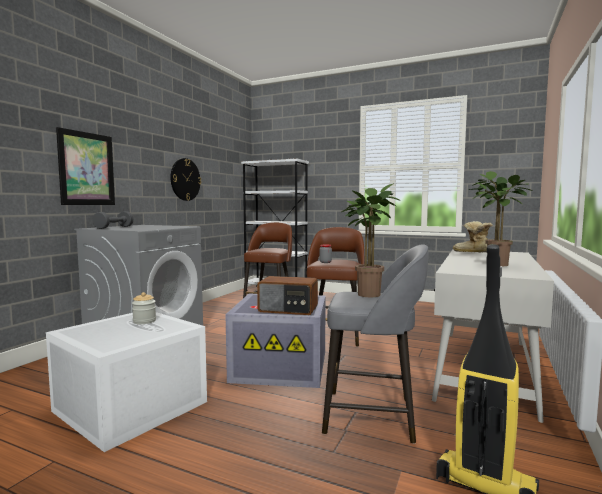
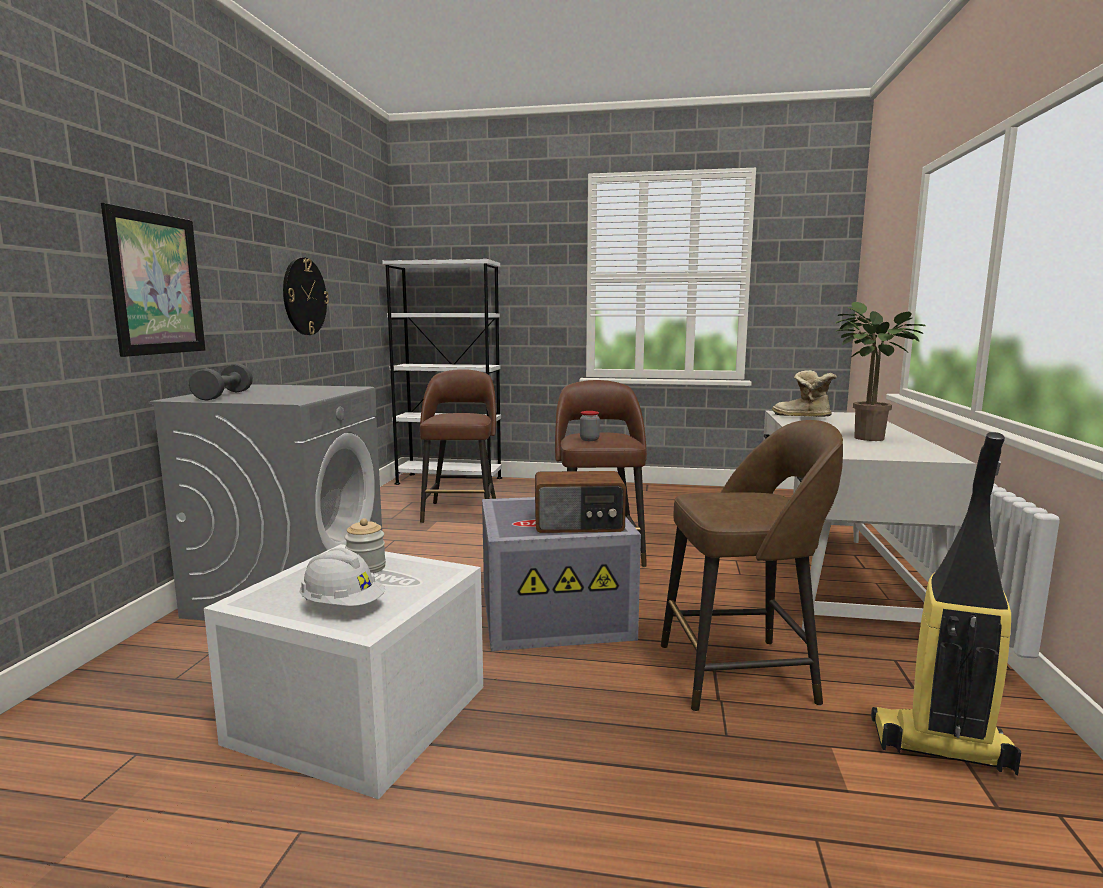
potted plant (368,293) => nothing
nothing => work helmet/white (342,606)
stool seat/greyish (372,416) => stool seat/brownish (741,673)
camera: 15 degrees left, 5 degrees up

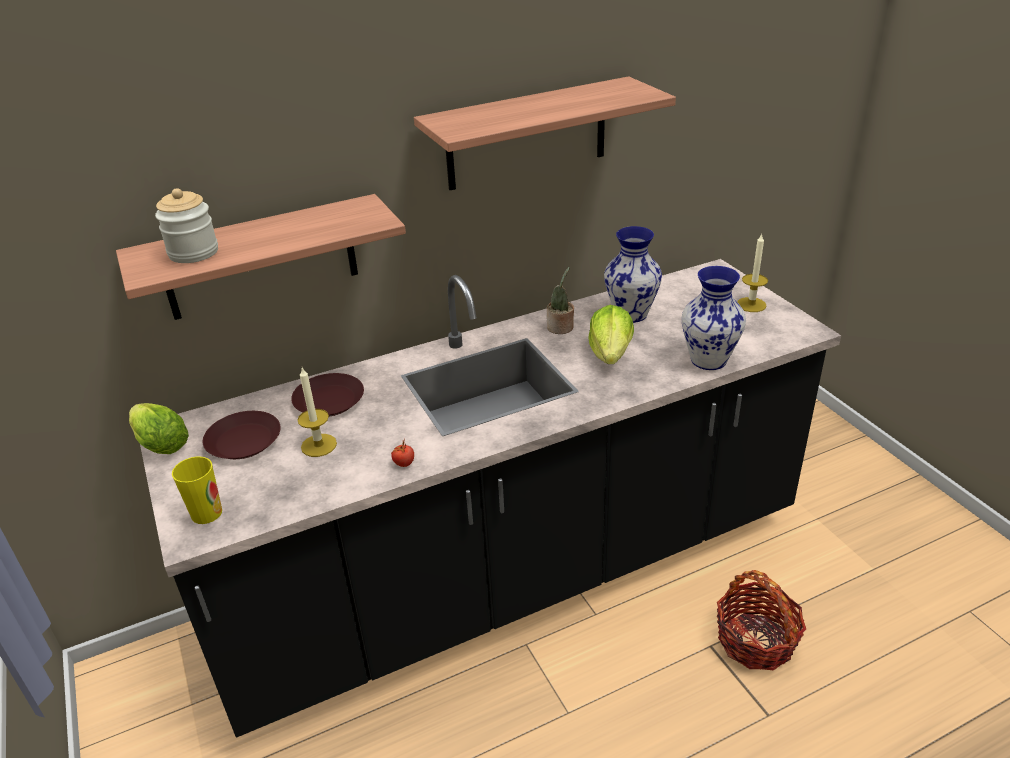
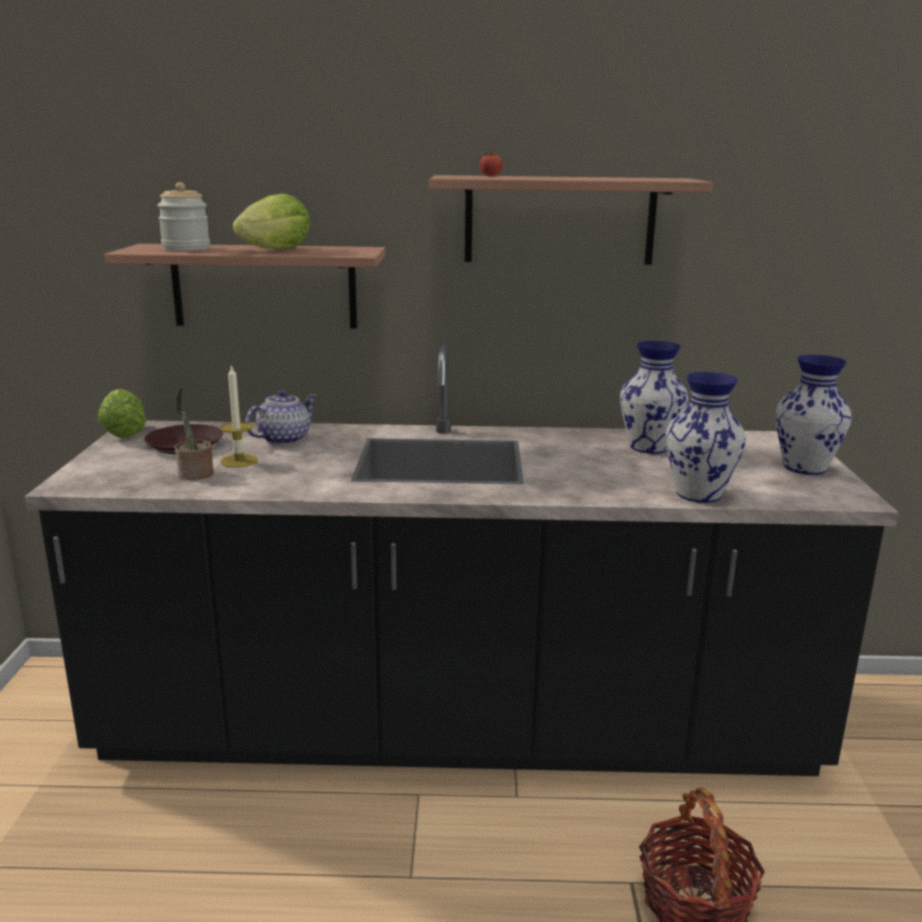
small cup (206,513) => nothing
tomato (404,463) => tomato (490,176), shifted
potted plant (561,328) => potted plant (195,475), shifted
lettuce (610,354) => lettuce (276,250), shifted
flat dish/brownish (328,401) => tea pot (284,439)
candle (751,304) => vase (803,468)
camera: 25 degrees right, 15 degrees down

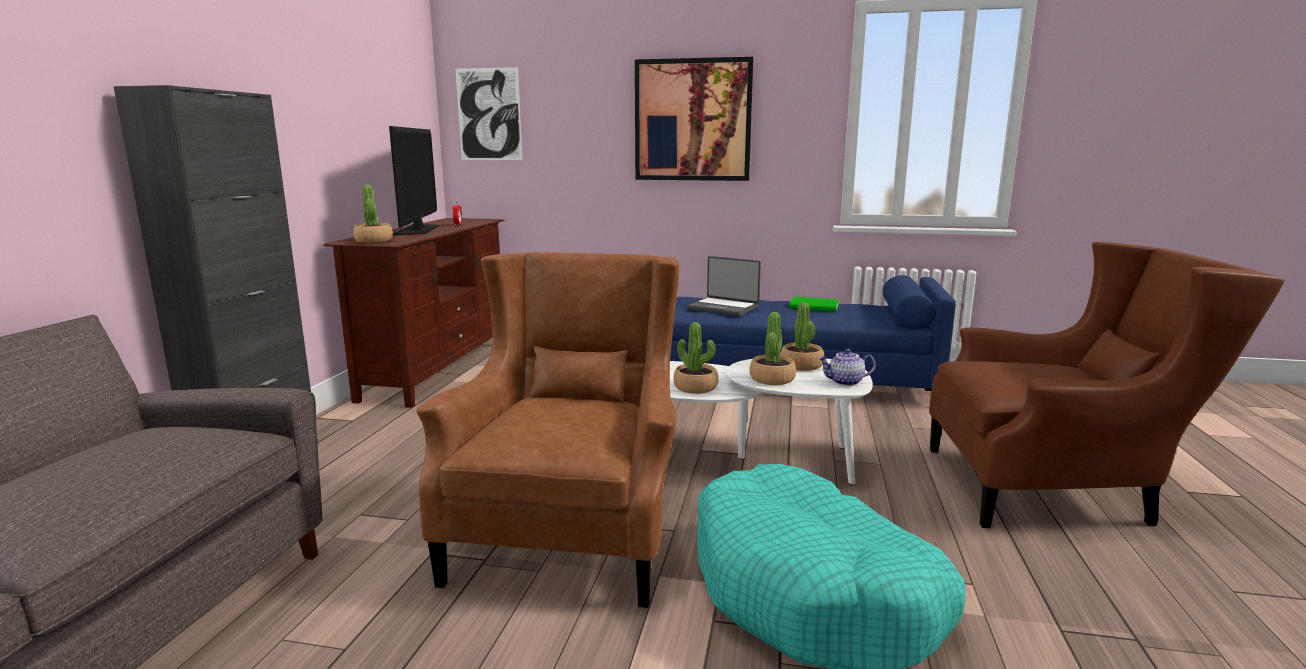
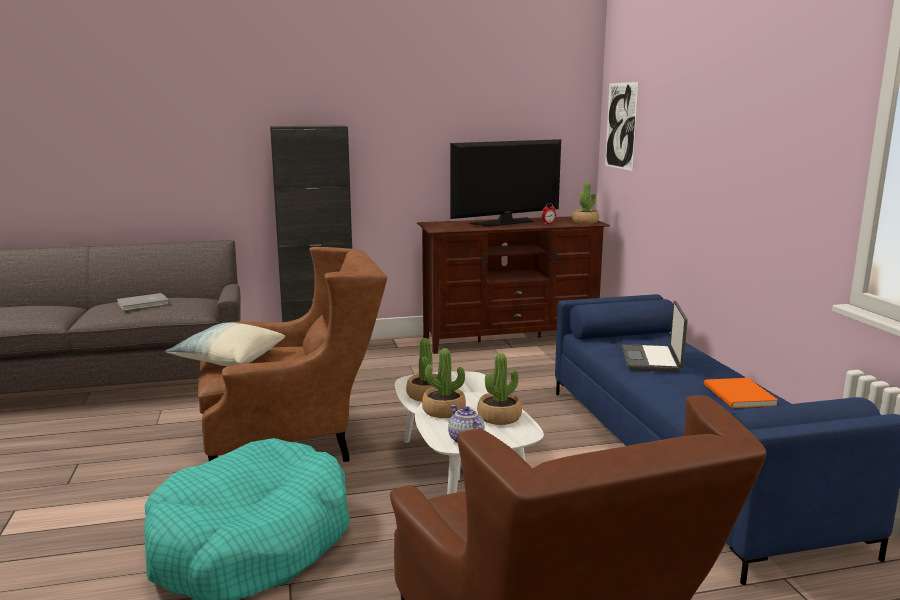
picture (692,120) => nothing
nothing => volume/greyish (144,304)
nothing => pillow (228,359)
potted plant (374,240) => potted plant (585,222), shifted
volume/green-coloured (815,306) => volume/orangey (738,396)
camera: 65 degrees right, 0 degrees up

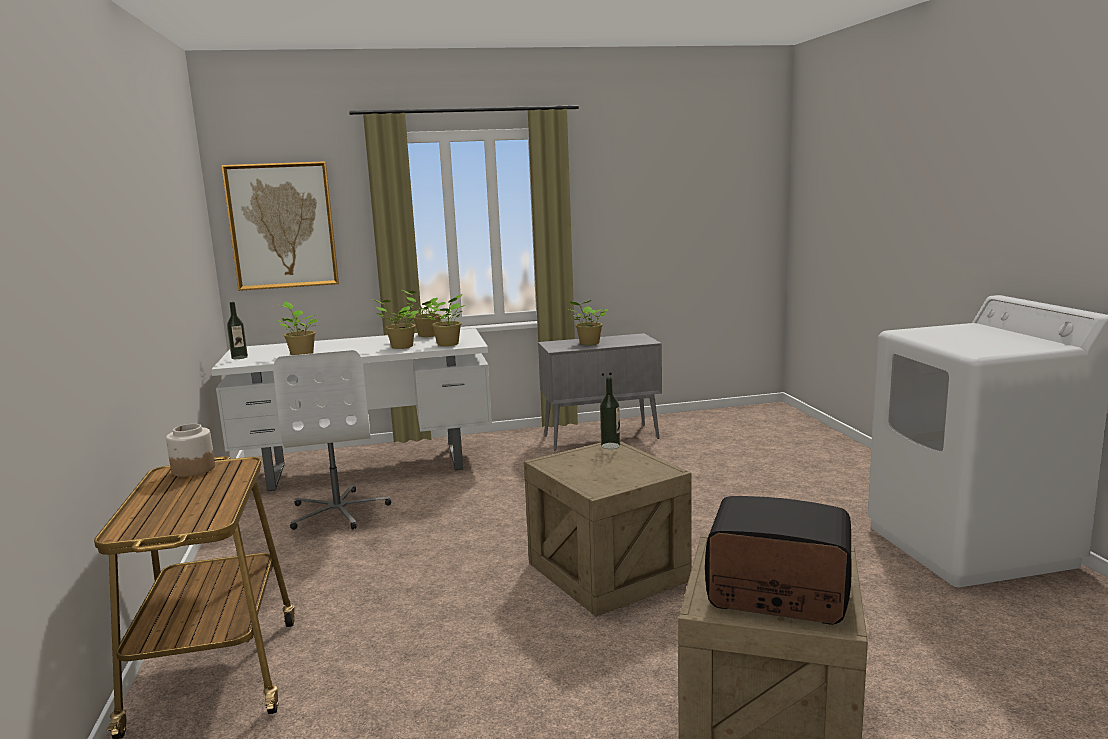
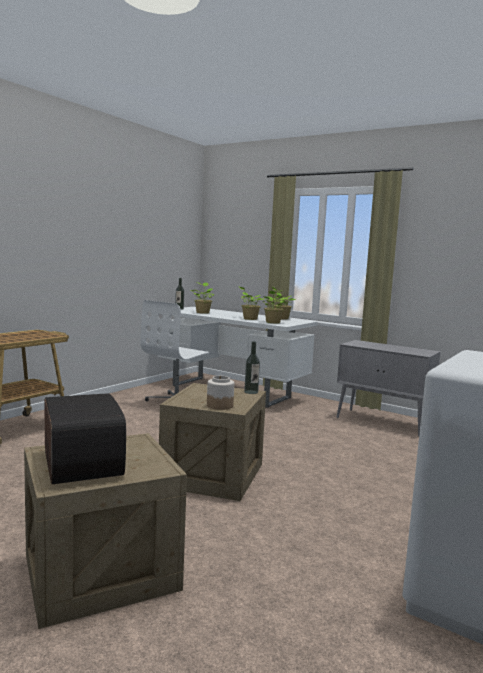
picture (282,226) => nothing
potted plant (588,343) => nothing
preserve jar (193,469) => preserve jar (219,405), shifted
camera: 45 degrees right, 5 degrees down

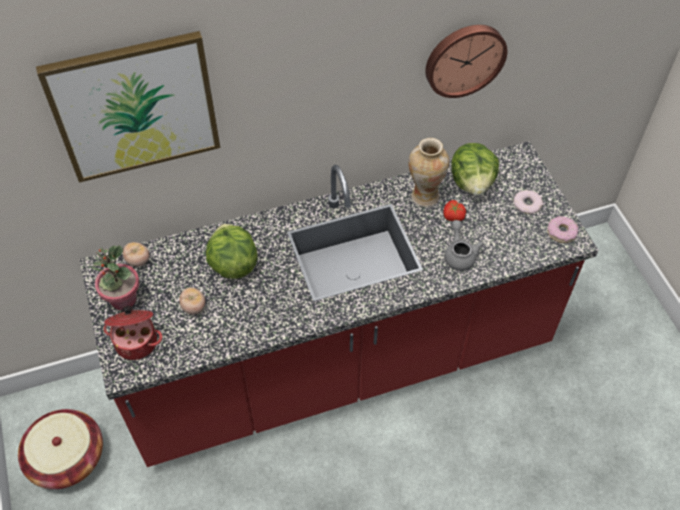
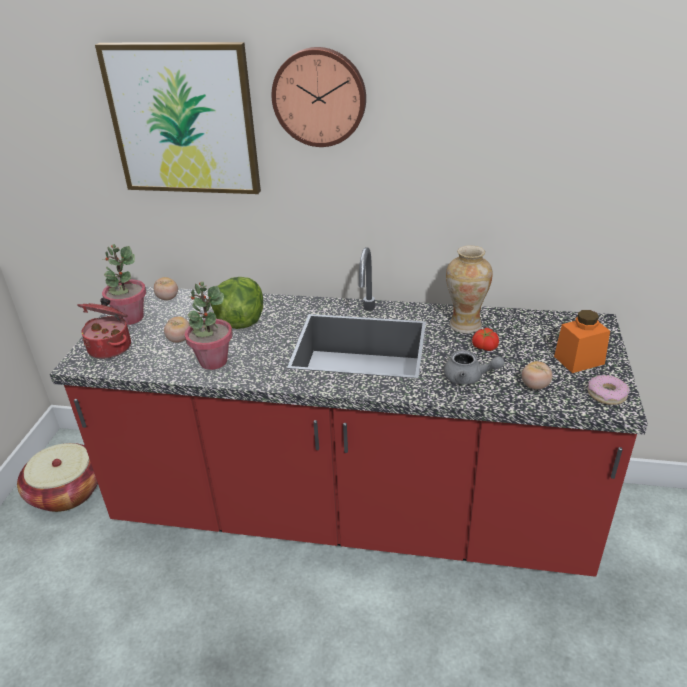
lettuce (472,183) => nothing
nothing => potted plant (213,361)
nothing => tomato (535,386)
hanging clock (464,59) => hanging clock (320,97), shifted
donut (527,204) => preserve jar/orangey (579,360)
tea pot/greyish (459,254) => tea pot/greyish (468,378), 90 degrees clockwise
camera: 30 degrees right, 20 degrees down

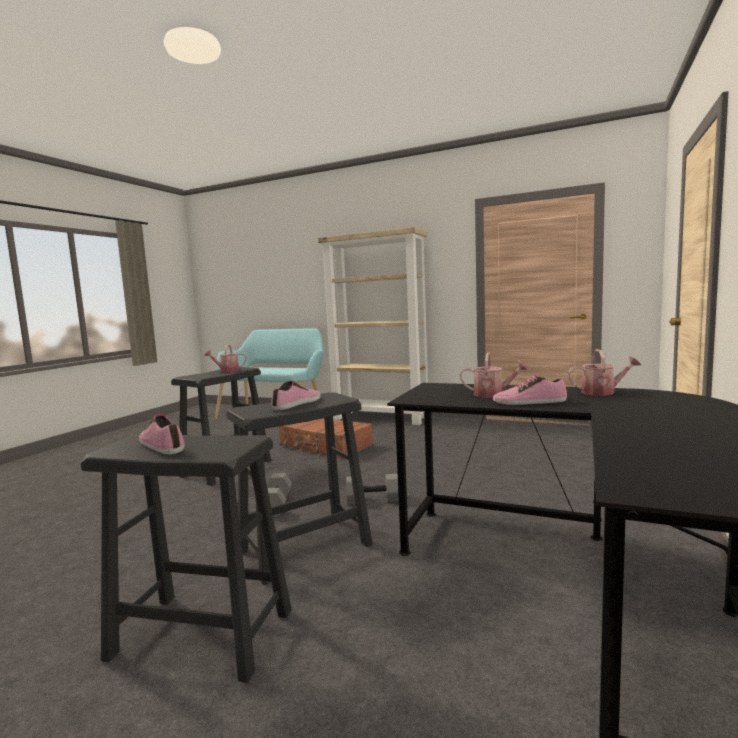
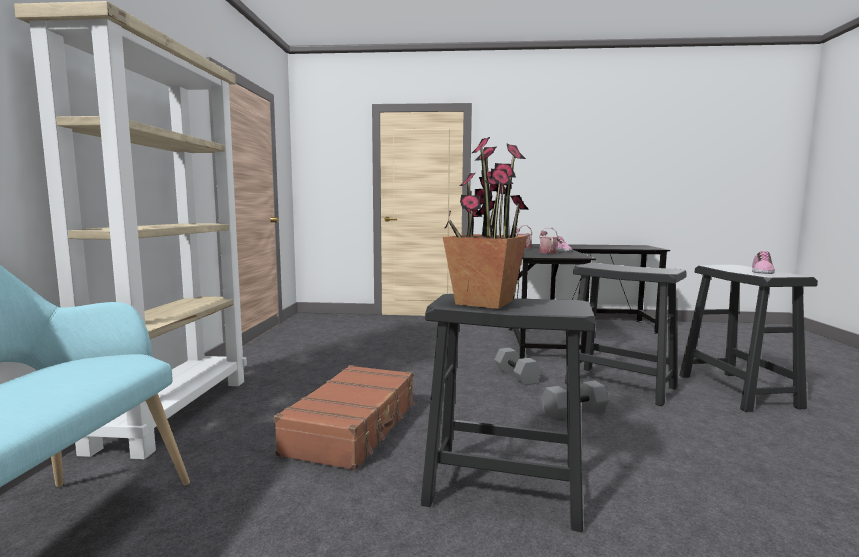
low shoe (297,404) => nothing
watering can (227,370) => potted plant (484,302)
camera: 110 degrees left, 0 degrees up

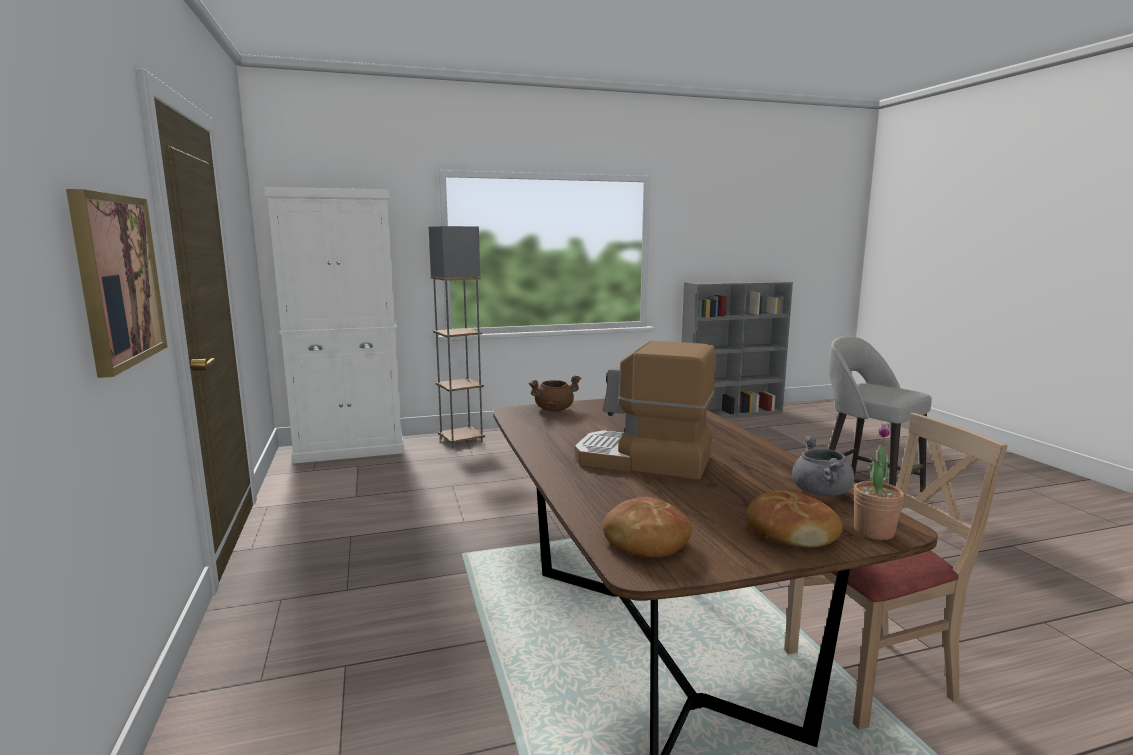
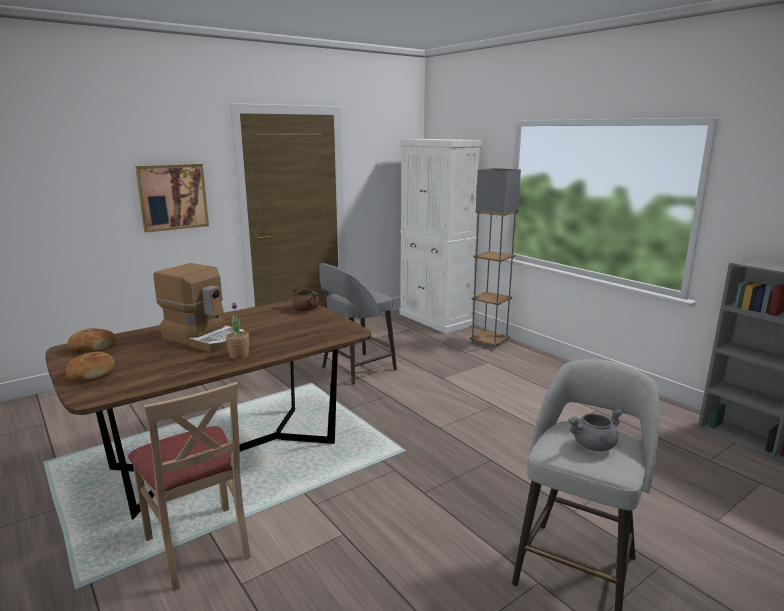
nothing => stool seat/greyish (357,369)
cooking pot/greyish (821,493) => cooking pot/greyish (593,446), shifted
potted plant (874,531) => potted plant (239,356), shifted
coffee maker (643,460) => coffee maker (205,338), 120 degrees clockwise
camera: 70 degrees right, 5 degrees up

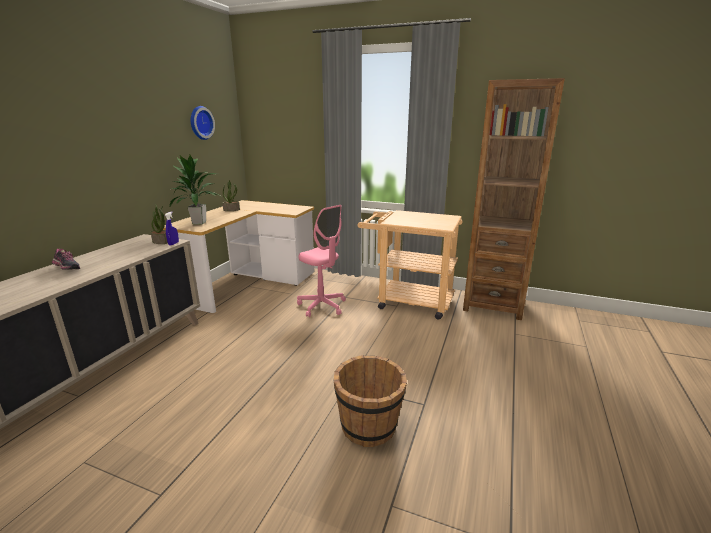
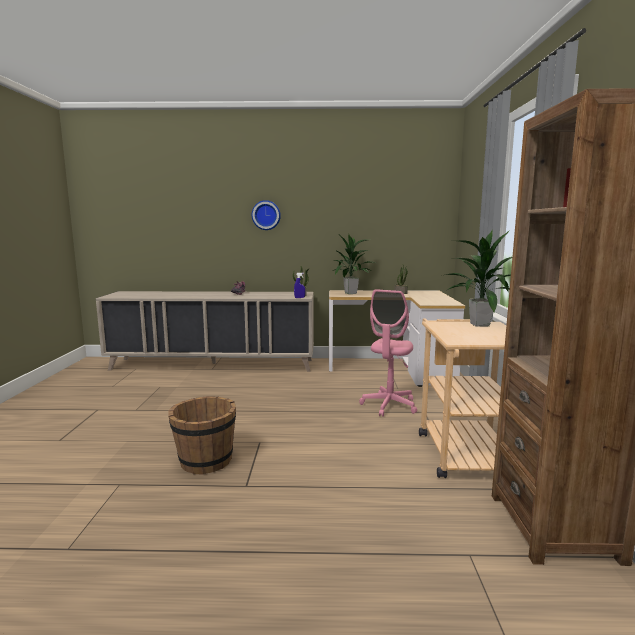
nothing => potted plant (478,324)
hanging clock (200,123) => hanging clock (266,215), shifted
camera: 70 degrees right, 10 degrees down

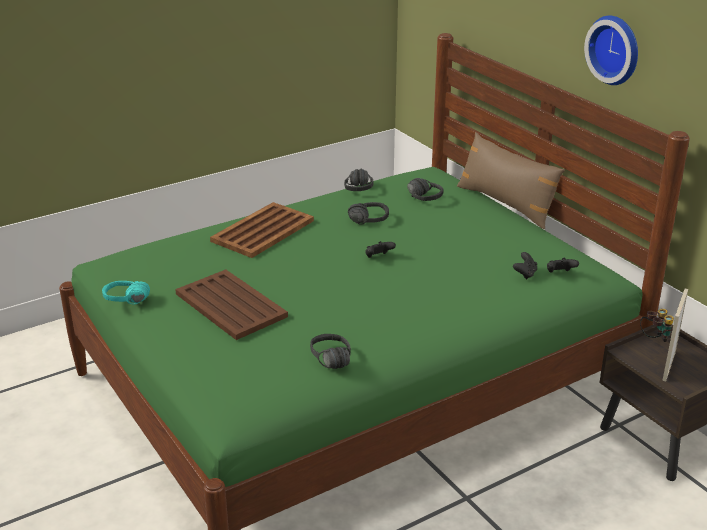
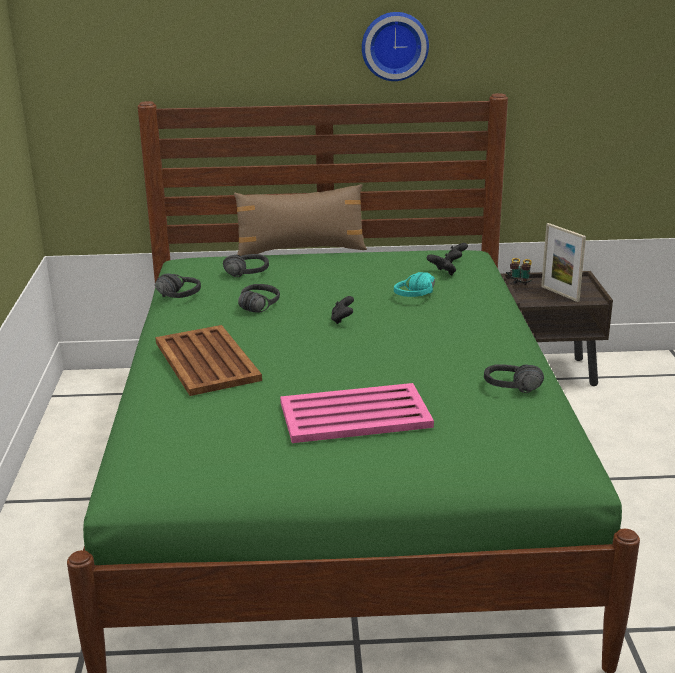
headphones/blue-green (125,303) => headphones/blue-green (422,297), shifted
serving tray/brownish (231,306) => serving tray/pink-coloured (356,415)
camera: 60 degrees left, 5 degrees down

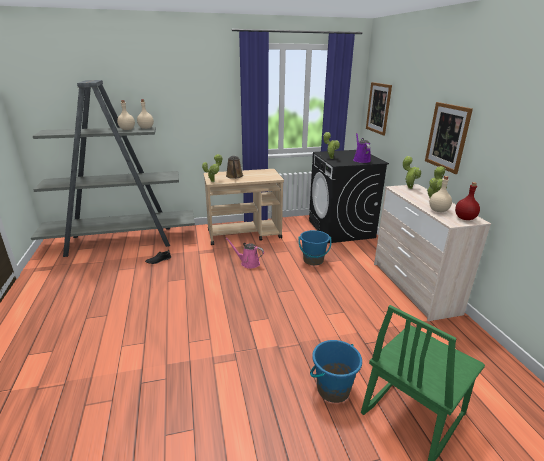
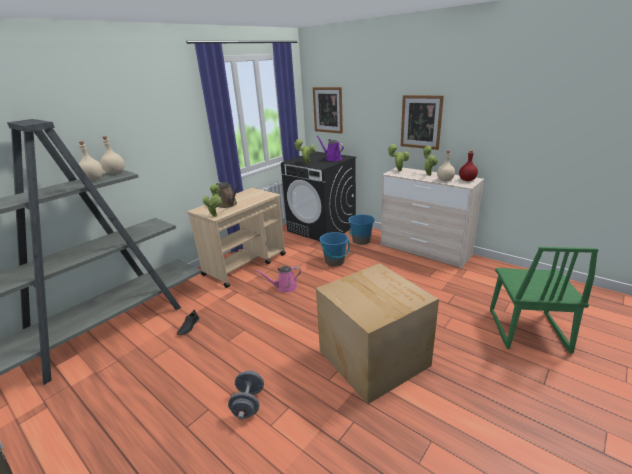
nothing => hand weight/greyish (248,404)
nothing => carton (373,357)
water bucket/blue (333,389) => water bucket/blue (361,241), shifted
camera: 35 degrees left, 0 degrees up

